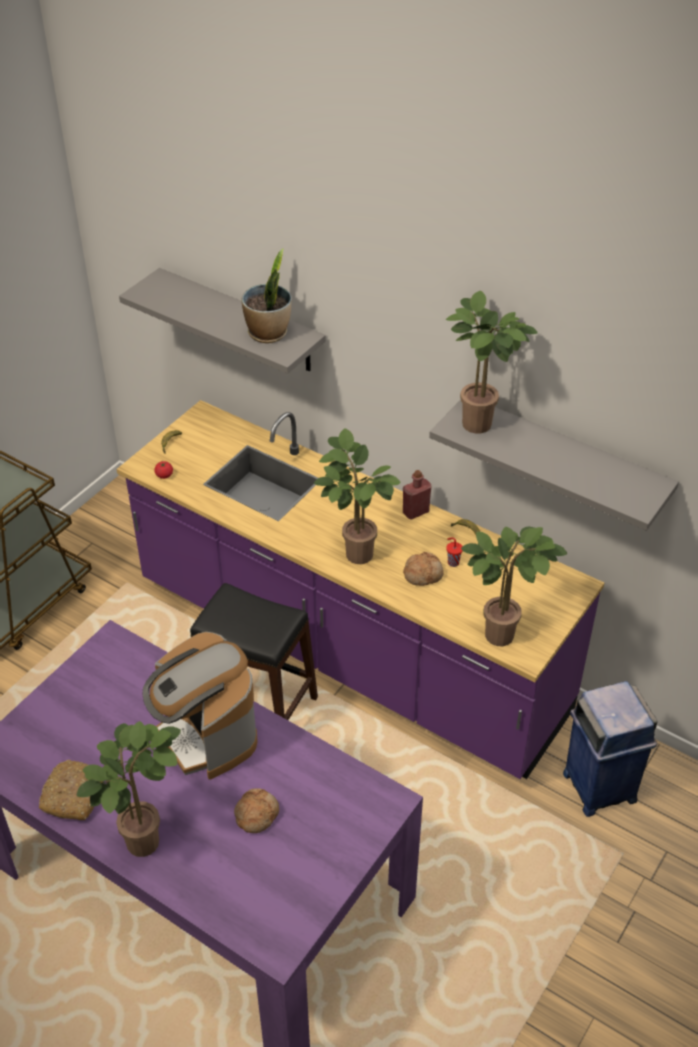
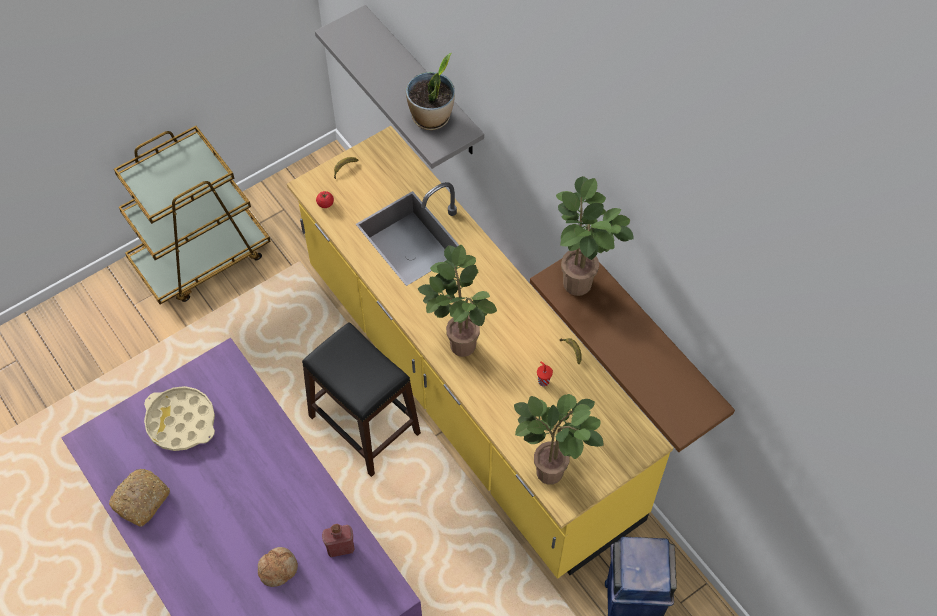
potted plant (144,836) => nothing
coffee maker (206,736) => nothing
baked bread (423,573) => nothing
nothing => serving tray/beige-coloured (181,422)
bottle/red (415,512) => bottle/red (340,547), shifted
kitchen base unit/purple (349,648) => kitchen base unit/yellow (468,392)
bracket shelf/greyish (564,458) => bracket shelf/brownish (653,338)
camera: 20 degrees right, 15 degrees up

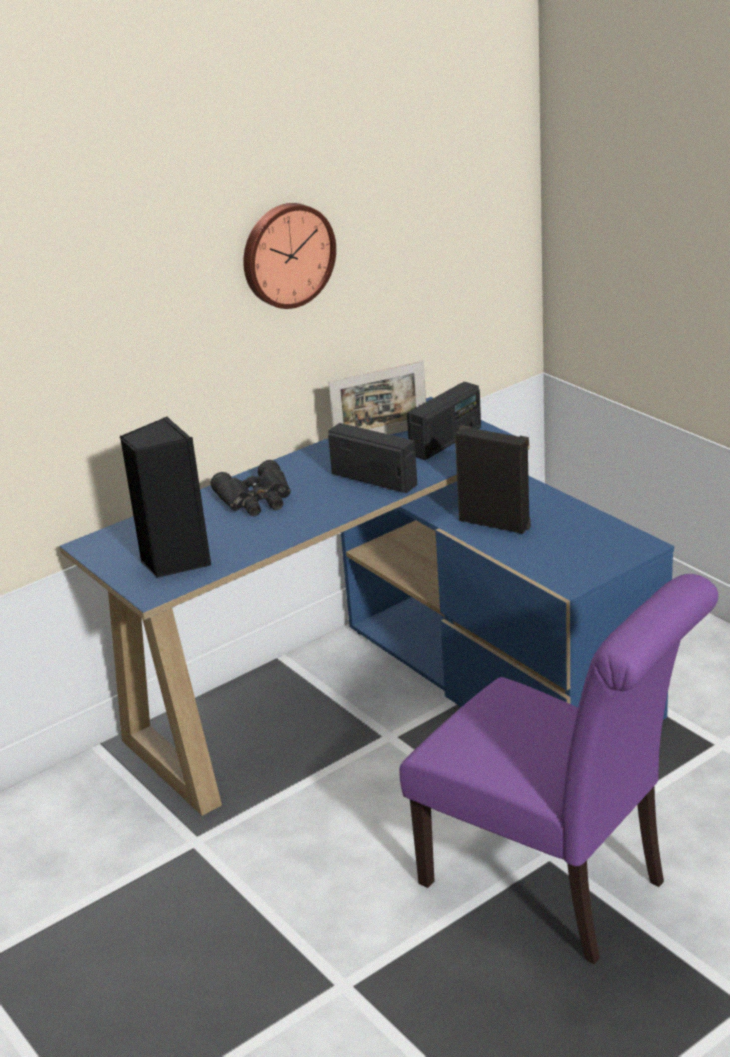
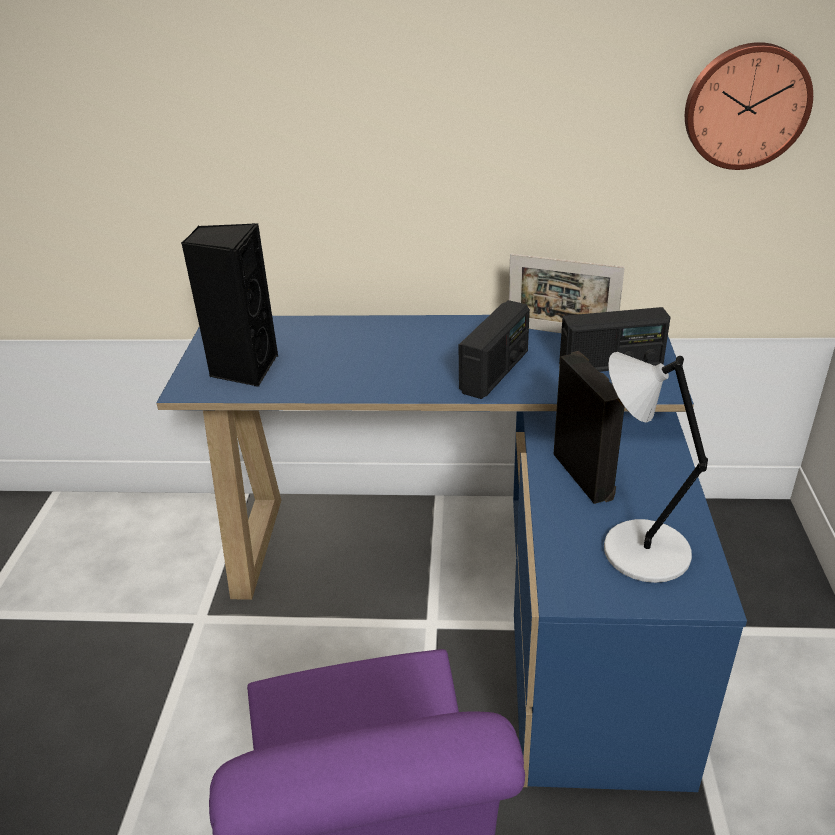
binoculars/black (256,499) => nothing
nothing => lamp for a table/greyish (640,551)
hanging clock (286,254) => hanging clock (745,106), shifted
radio receiver (374,479) => radio receiver (495,372), 45 degrees clockwise
camera: 40 degrees right, 5 degrees up

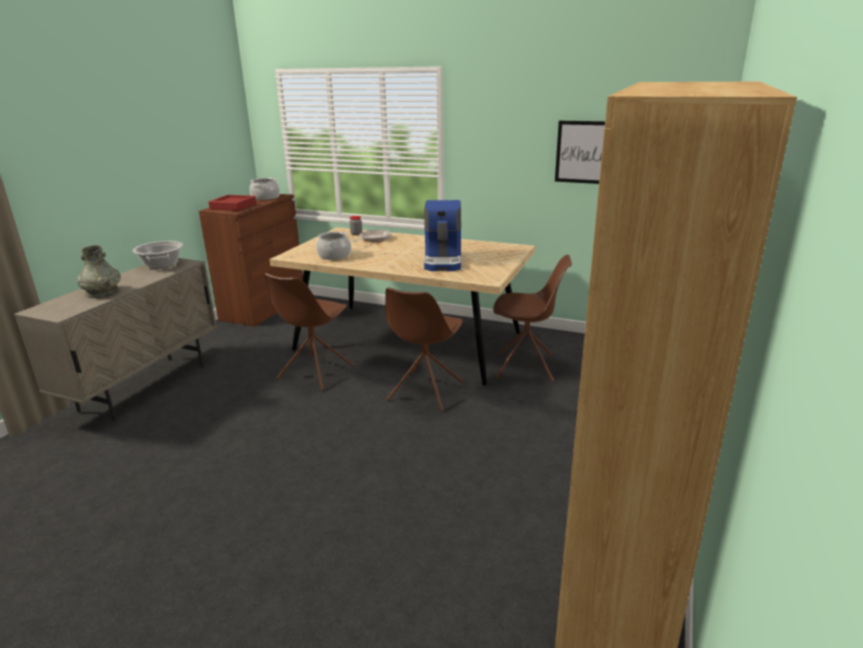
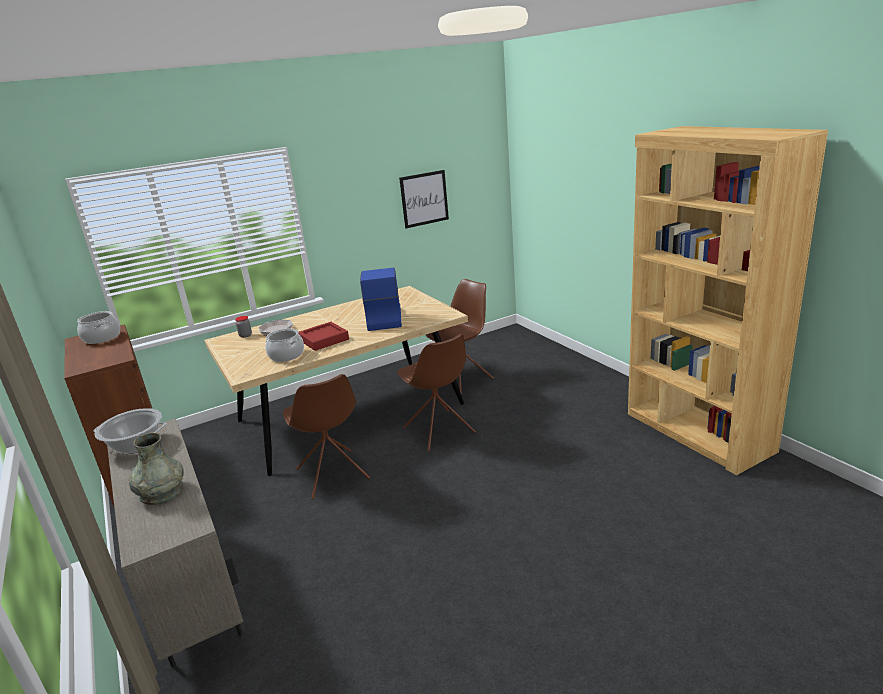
serving tray/red (233,206) => serving tray/red (324,340), shifted
coffee maker (444,261) => coffee maker (383,319), 135 degrees counterclockwise
camera: 50 degrees left, 0 degrees up

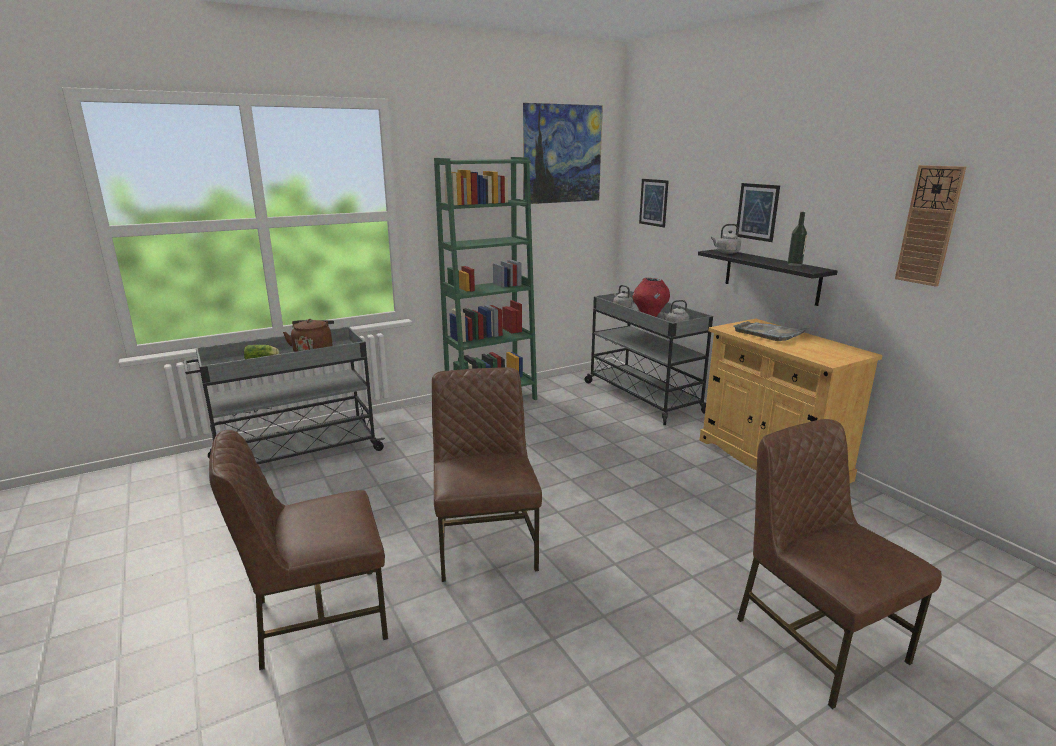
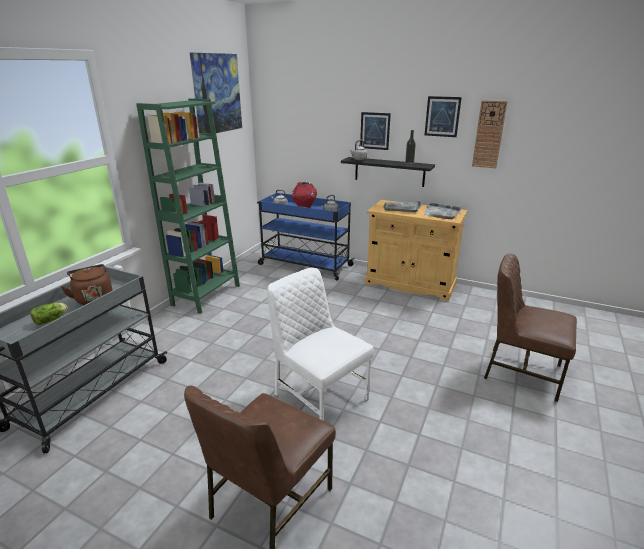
nothing => serving tray/greyish (442,213)
picture (653,202) => picture (442,116), shifted
upright chair/brownish (485,543) => upright chair/white (319,397)
wheeled cart/greyish (642,396) => wheeled cart/blue (304,265)
camera: 35 degrees left, 5 degrees up

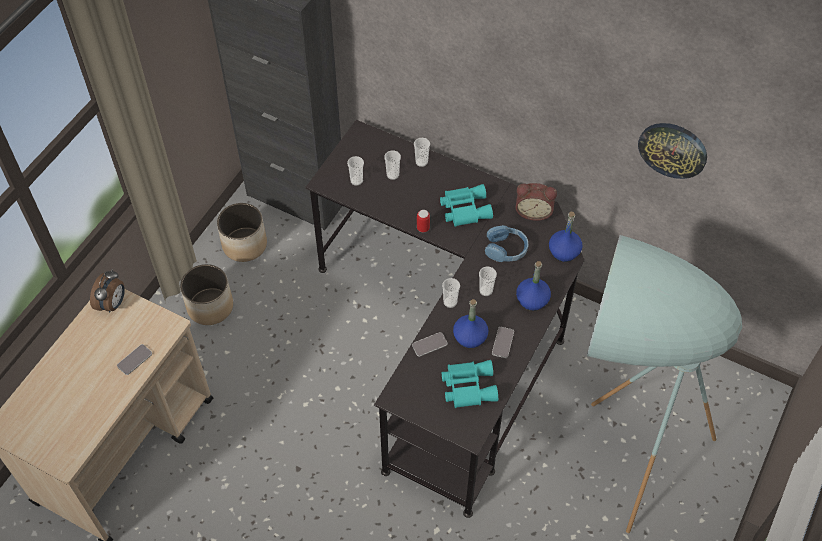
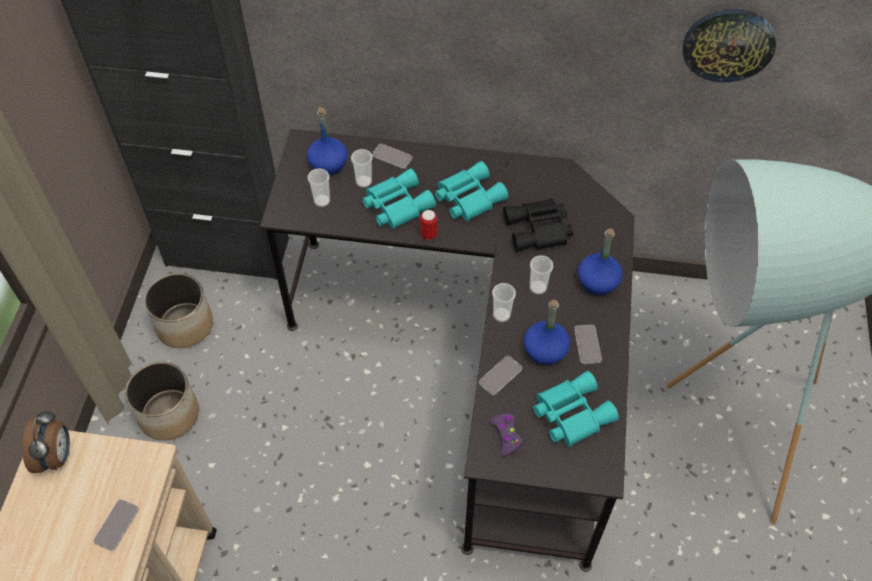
alarm clock (533,211) => nothing
nothing => binoculars/blue-green (396,204)
nothing => game controller/purple (506,436)
bottle/blue (564,252) => bottle/blue (328,164), shifted
small cup (421,162) => handset (392,157)
headphones/blue (506,249) => binoculars/black (539,230)
camera: 20 degrees left, 0 degrees up

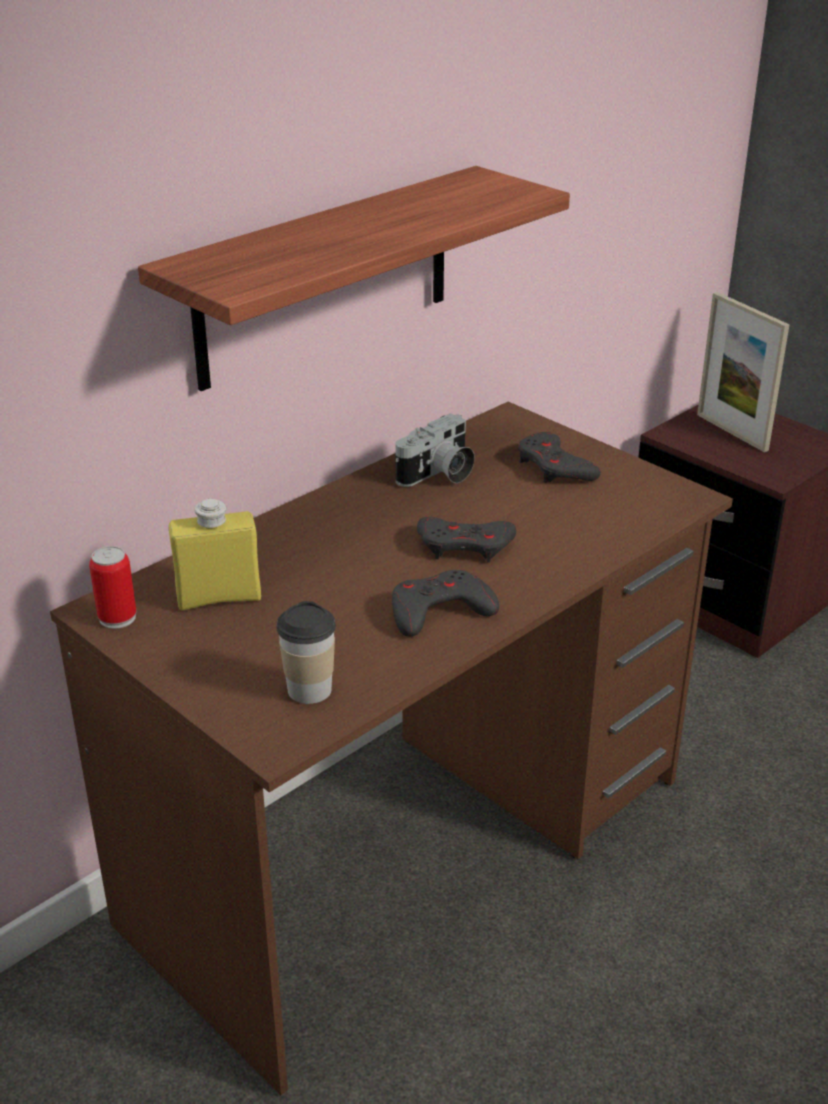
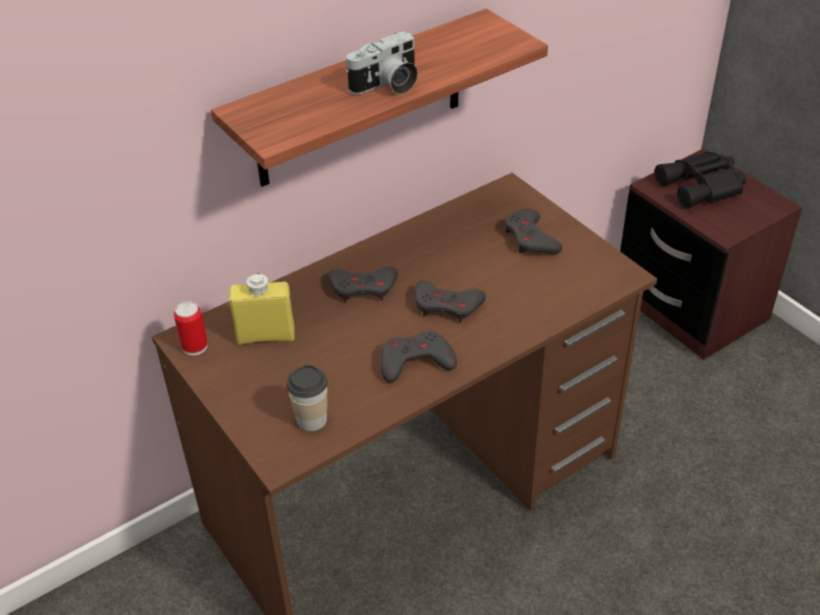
nothing => game controller/greyish (363,288)
photo camera (438,475) => photo camera (387,85), shifted
picture frame (732,432) => binoculars/black (702,187)
camera: 10 degrees right, 10 degrees up

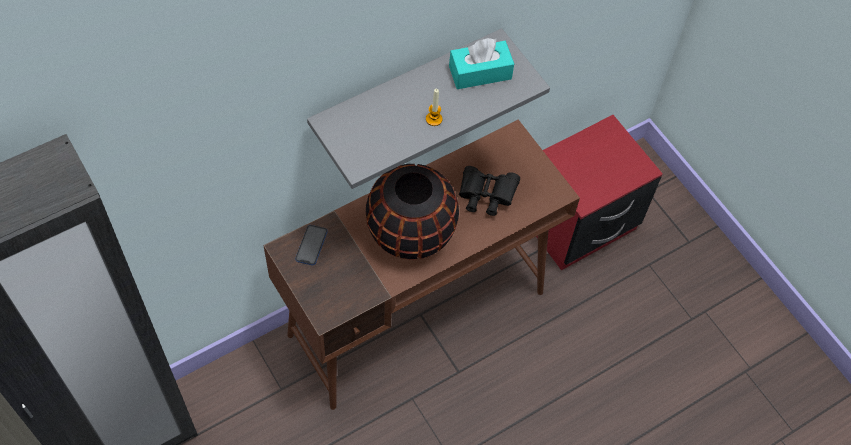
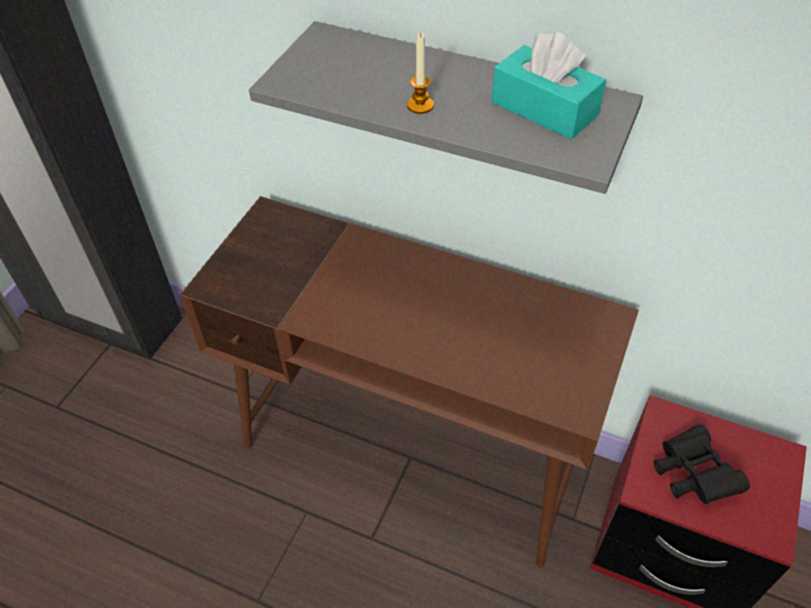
handset (311,245) => nothing
vase/black (410,233) => nothing
binoculars/black (485,196) => binoculars/black (691,474), shifted
camera: 60 degrees right, 10 degrees down

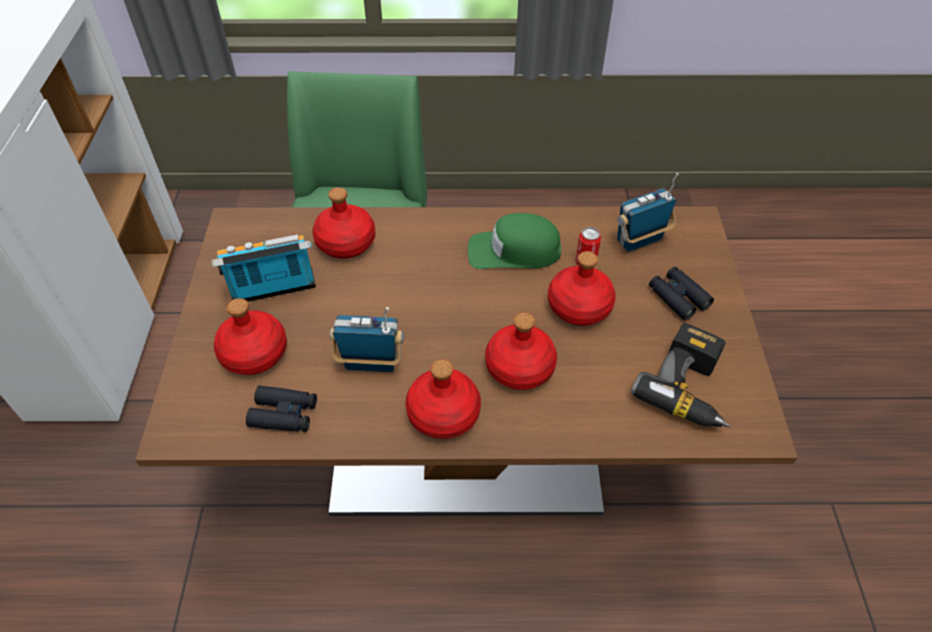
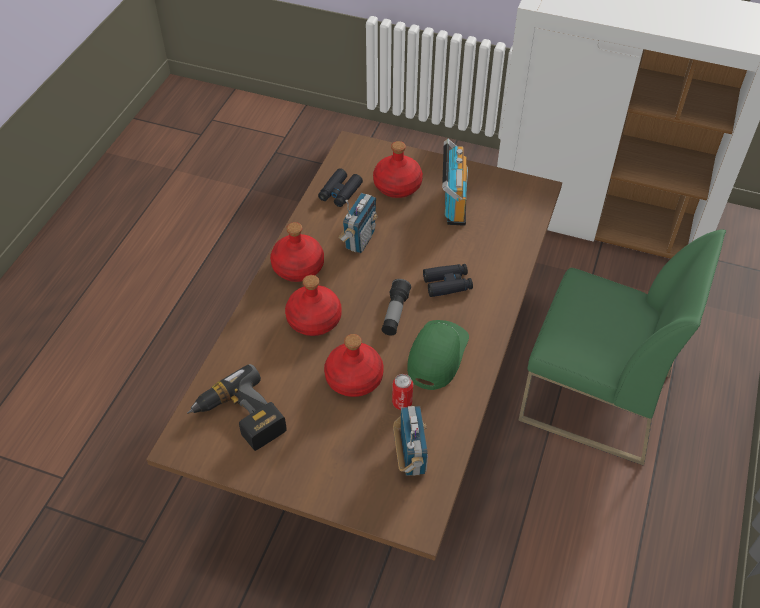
bottle/red (345,243) => nothing
nothing => torch (395,313)
binoculars/black (678,297) => binoculars/black (447,284), shifted
camera: 110 degrees right, 0 degrees up

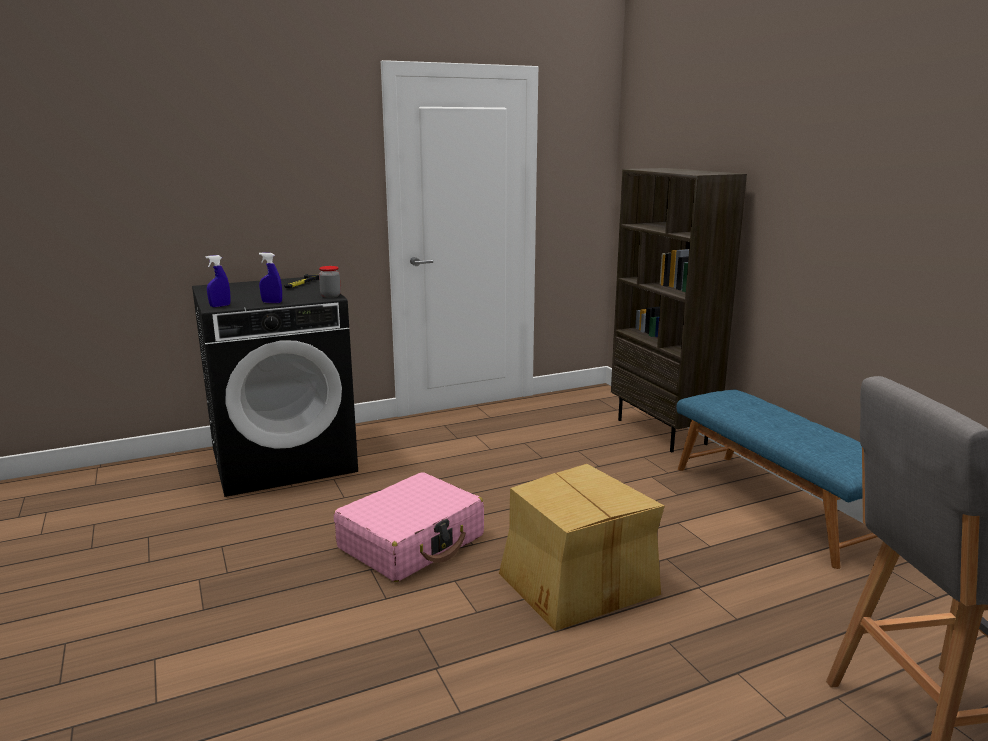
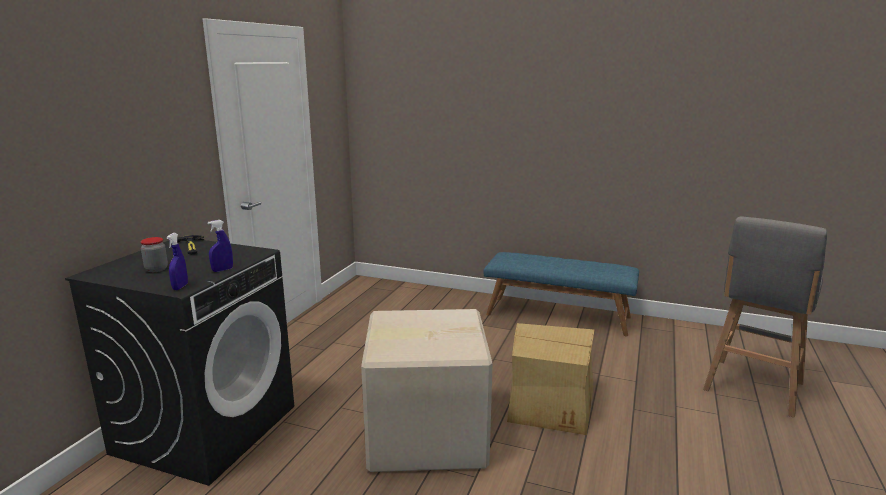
bookshelf/brownish (662,432) => nothing
preserve jar (330,296) => preserve jar (156,269), shifted
piece of luggage/pink-coloured (412,542) => carton (425,433)
camera: 45 degrees left, 0 degrees up

